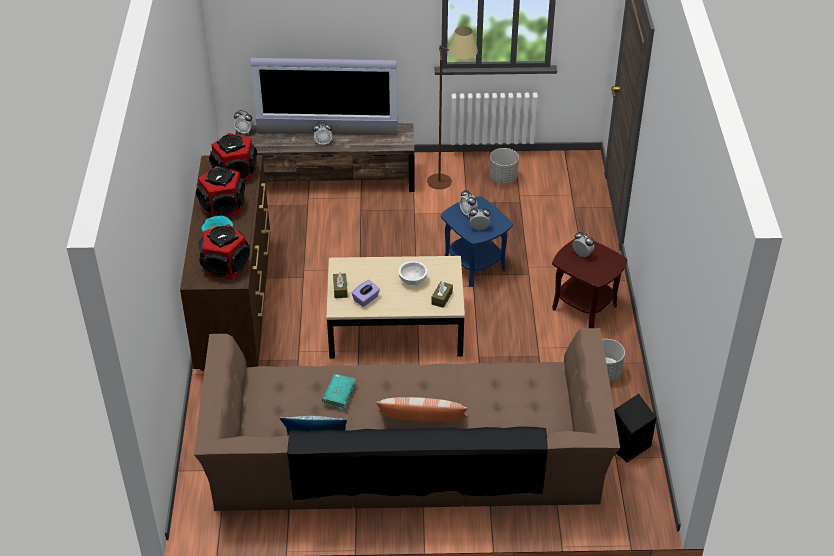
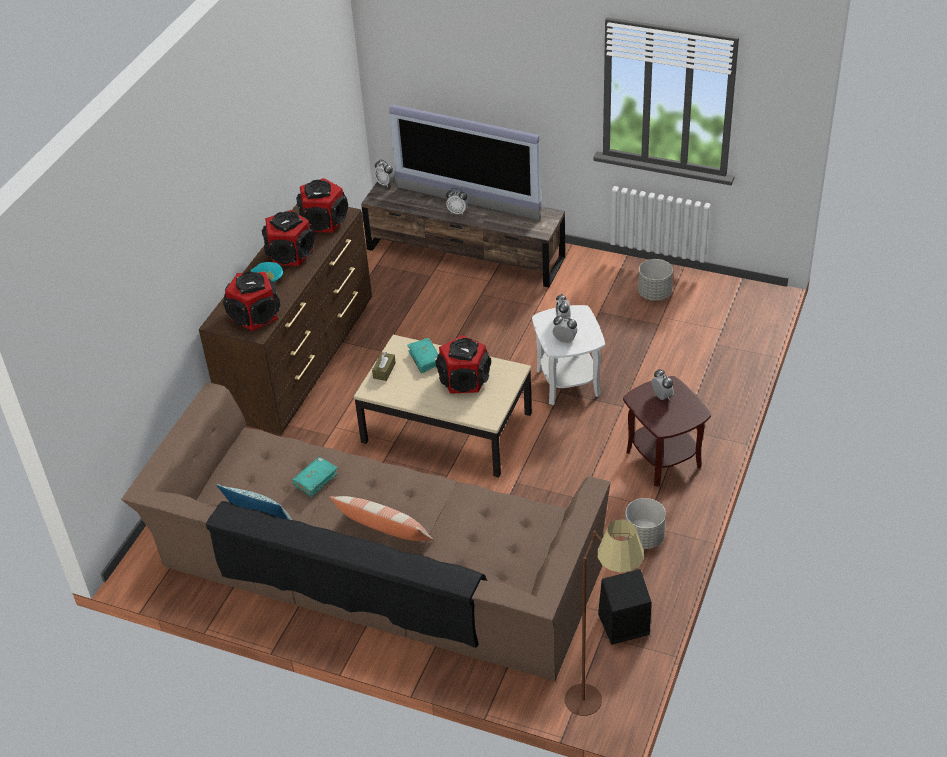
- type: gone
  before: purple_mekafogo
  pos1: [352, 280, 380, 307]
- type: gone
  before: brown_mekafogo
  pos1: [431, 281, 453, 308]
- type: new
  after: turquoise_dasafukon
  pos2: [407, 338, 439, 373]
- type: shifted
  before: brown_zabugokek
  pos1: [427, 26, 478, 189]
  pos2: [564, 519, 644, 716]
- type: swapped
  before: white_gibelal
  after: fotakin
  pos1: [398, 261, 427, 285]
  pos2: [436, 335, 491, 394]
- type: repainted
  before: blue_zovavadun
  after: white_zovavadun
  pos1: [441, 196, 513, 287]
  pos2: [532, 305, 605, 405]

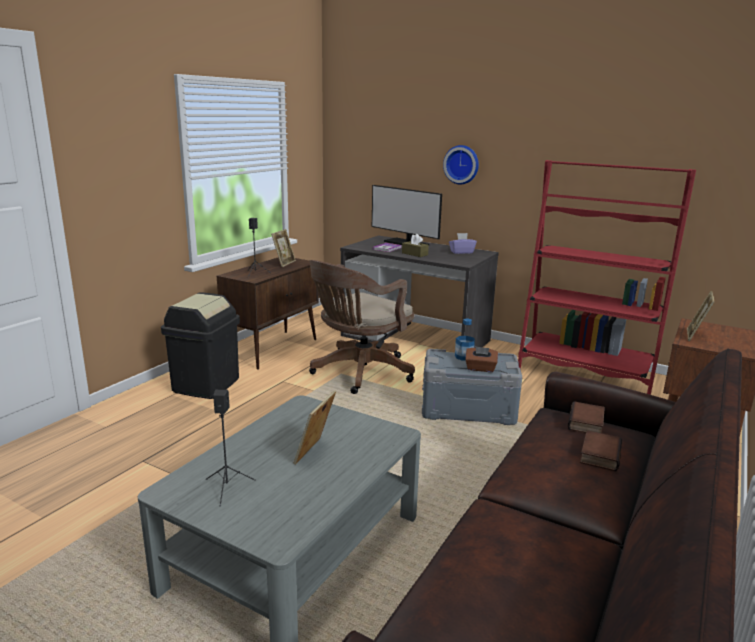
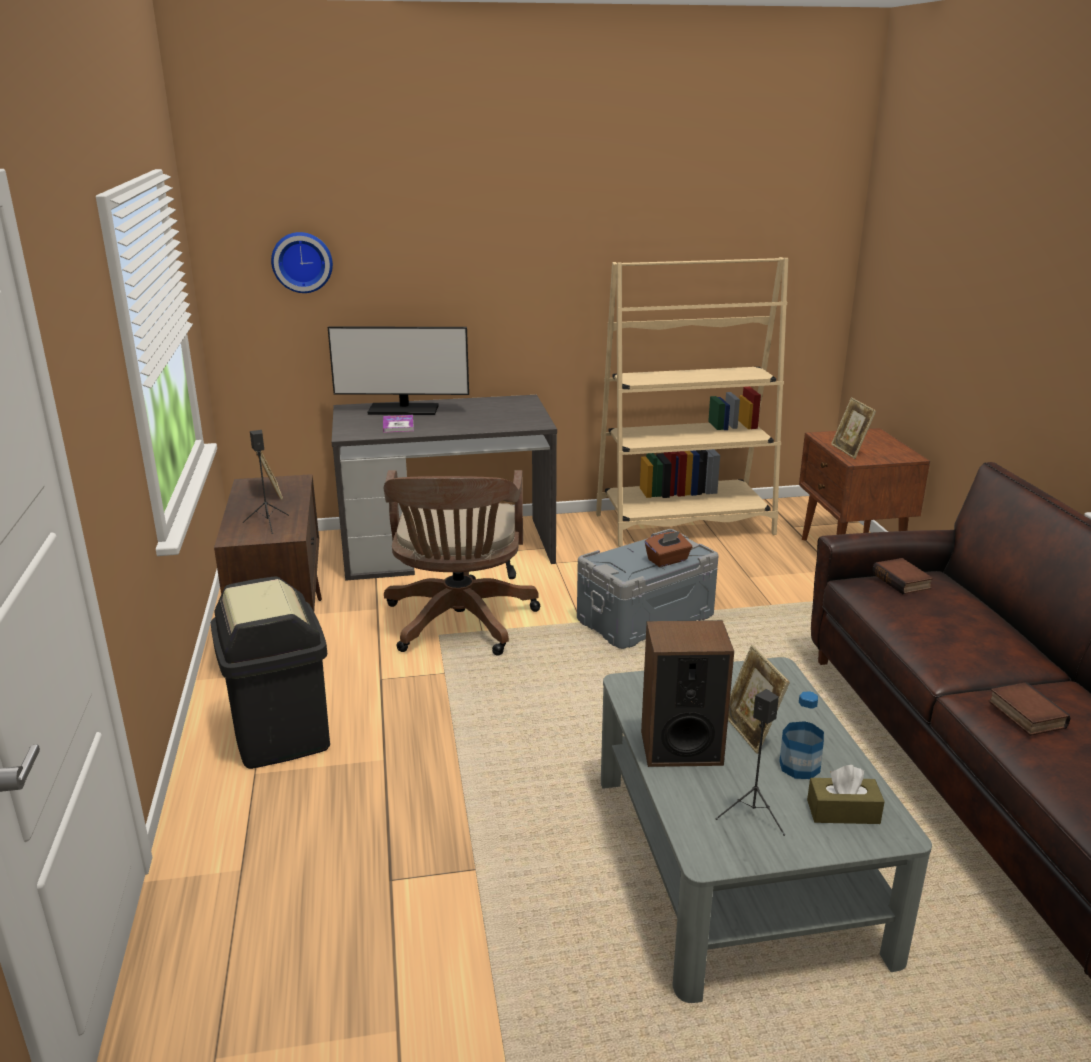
- type: gone
  before: purple_mekafogo
  pos1: [449, 233, 477, 254]
- type: new
  after: fotakin
  pos2: [641, 620, 734, 767]
- type: shifted
  before: brown_mekafogo
  pos1: [402, 234, 429, 257]
  pos2: [807, 765, 885, 824]
- type: shifted
  before: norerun
  pos1: [443, 145, 479, 185]
  pos2: [271, 232, 333, 293]
- type: shifted
  before: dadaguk
  pos1: [455, 319, 475, 361]
  pos2: [779, 691, 824, 779]
- type: shifted
  before: dasafukon
  pos1: [580, 430, 622, 471]
  pos2: [988, 682, 1070, 736]
- type: repainted
  before: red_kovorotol
  after: beige_kovorotol
  pos1: [518, 160, 696, 395]
  pos2: [596, 257, 788, 547]

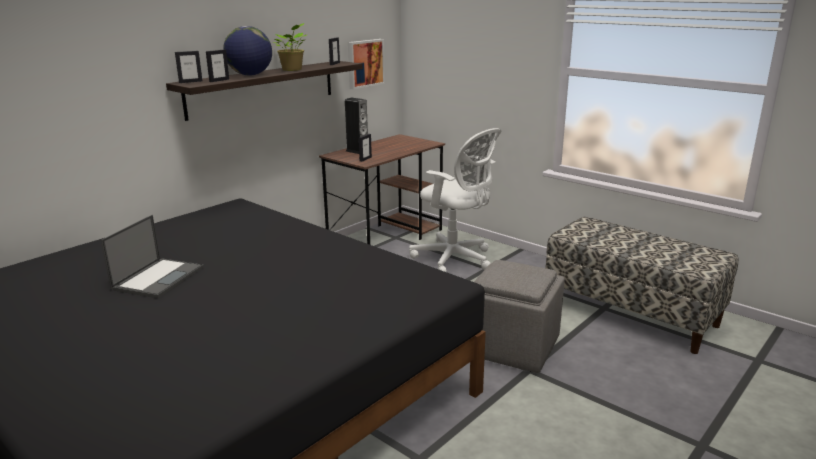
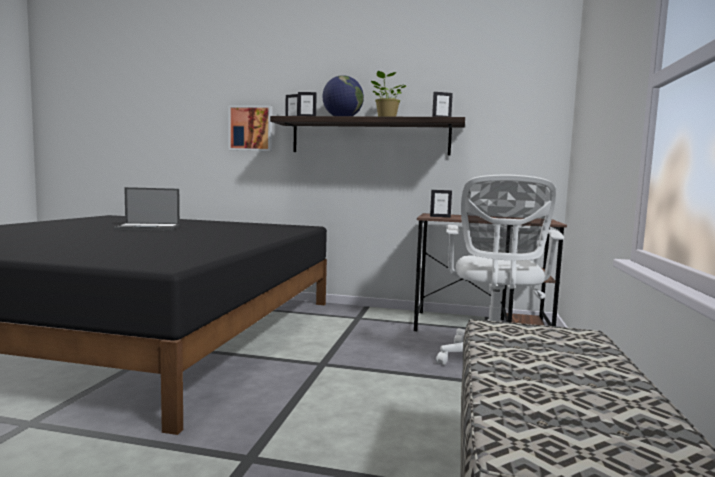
- type: gone
  before: fotakin
  pos1: [345, 98, 368, 154]
- type: gone
  before: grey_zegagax
  pos1: [474, 260, 565, 373]
- type: shifted
  before: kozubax
  pos1: [348, 39, 385, 89]
  pos2: [228, 105, 273, 151]

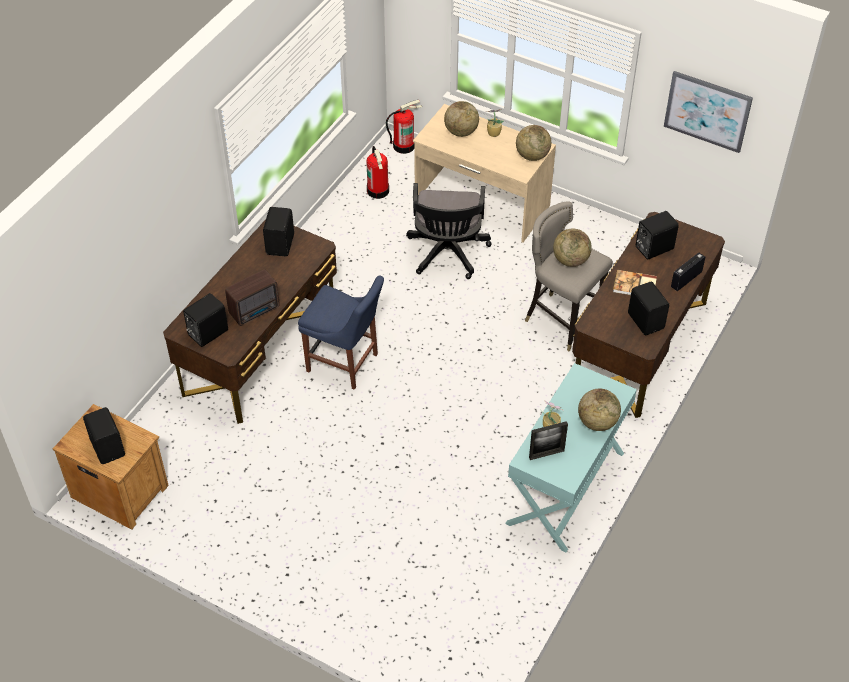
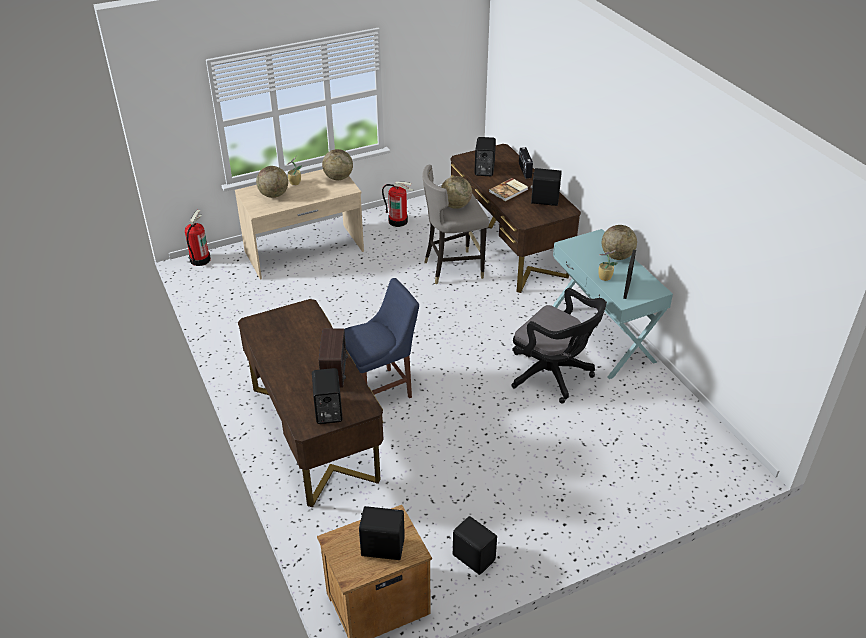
- type: gone
  before: kozubax
  pos1: [664, 71, 753, 153]
- type: shifted
  before: black_fotakin
  pos1: [263, 207, 294, 256]
  pos2: [453, 516, 497, 575]
- type: shifted
  before: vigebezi
  pos1: [366, 146, 389, 199]
  pos2: [382, 182, 414, 227]
- type: shifted
  before: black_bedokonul
  pos1: [406, 183, 492, 279]
  pos2: [511, 288, 606, 403]

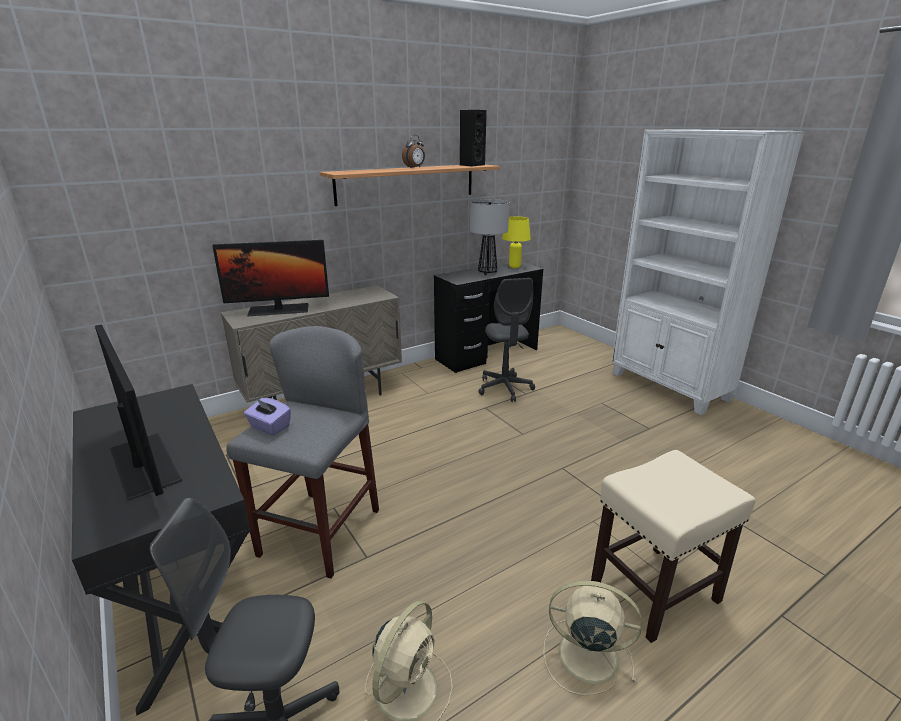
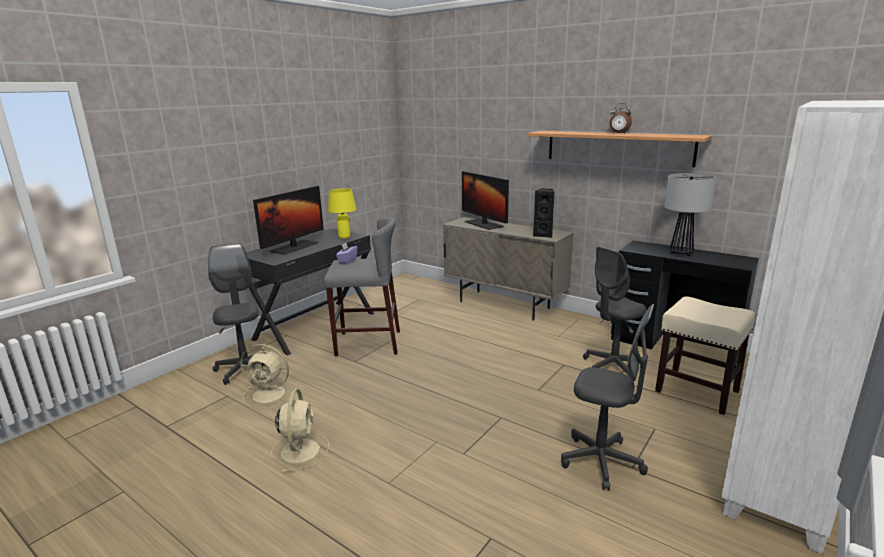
- type: new
  after: grey_bedokonul
  pos2: [561, 304, 654, 491]
- type: shifted
  before: black_fotakin
  pos1: [460, 110, 487, 167]
  pos2: [533, 189, 554, 238]
- type: shifted
  before: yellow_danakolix
  pos1: [502, 217, 531, 268]
  pos2: [328, 189, 356, 239]
- type: shifted
  before: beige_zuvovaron
  pos1: [591, 450, 756, 643]
  pos2: [655, 296, 755, 415]

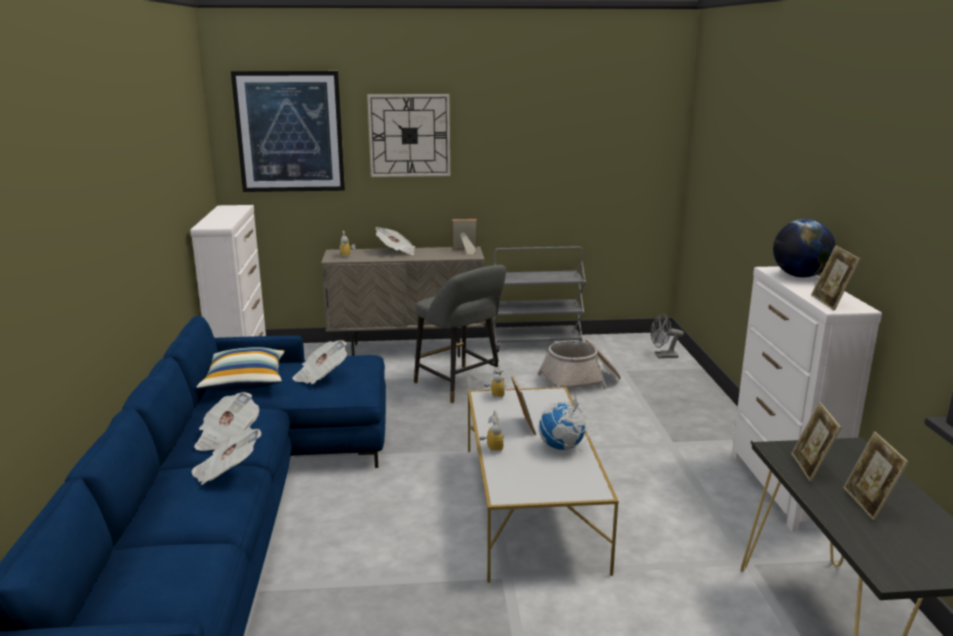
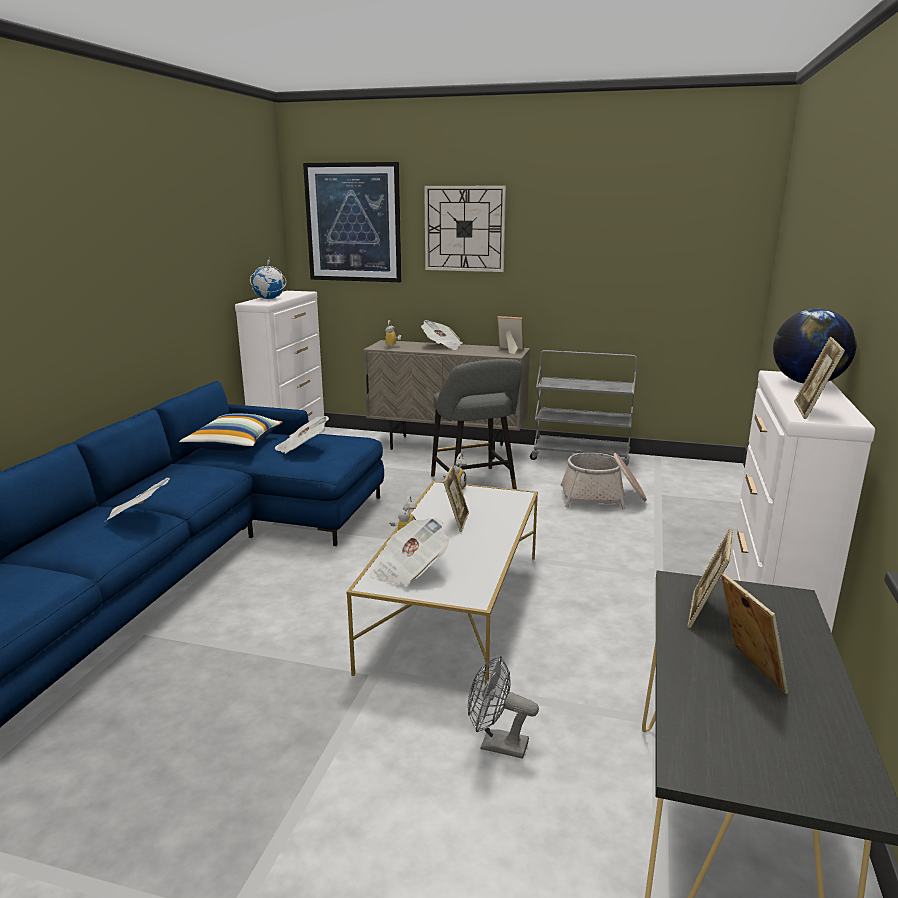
- type: shifted
  before: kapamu
  pos1: [194, 392, 259, 451]
  pos2: [371, 518, 449, 586]
- type: shifted
  before: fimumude
  pos1: [539, 396, 589, 450]
  pos2: [250, 258, 286, 299]
- type: shifted
  before: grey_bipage
  pos1: [651, 313, 684, 358]
  pos2: [468, 655, 539, 759]
- type: rotated
  before: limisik
  pos1: [843, 431, 908, 521]
  pos2: [721, 573, 788, 694]
  turn: 150

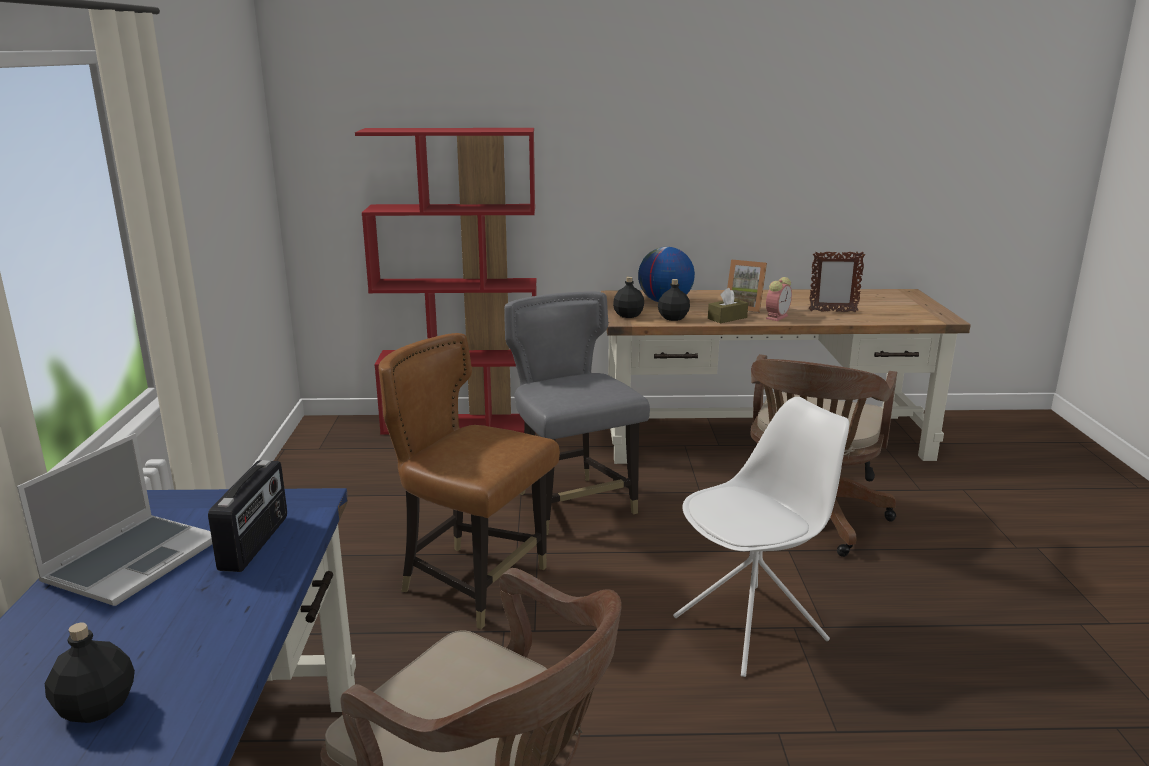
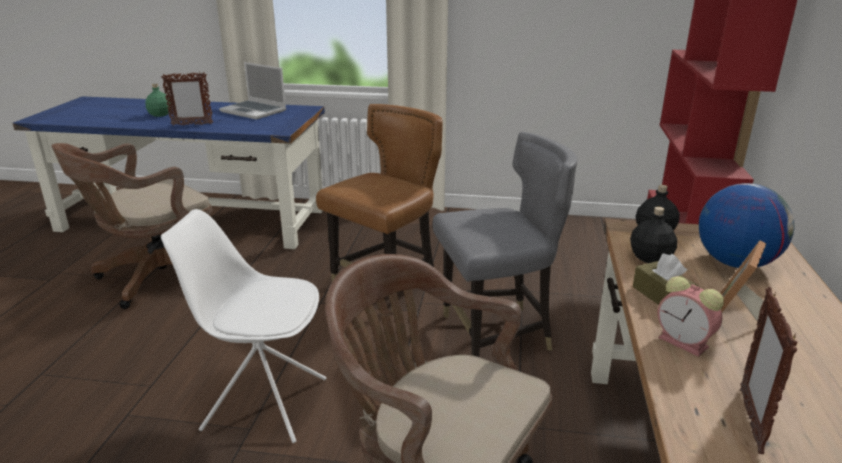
- type: gone
  before: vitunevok
  pos1: [208, 460, 287, 572]
- type: new
  after: limisik
  pos2: [161, 72, 213, 126]
- type: repainted
  before: black_dadaguk
  after: green_dadaguk
  pos1: [45, 622, 135, 723]
  pos2: [145, 83, 171, 117]
- type: rotated
  before: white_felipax
  pos1: [673, 397, 849, 677]
  pos2: [161, 209, 326, 443]
  turn: 120

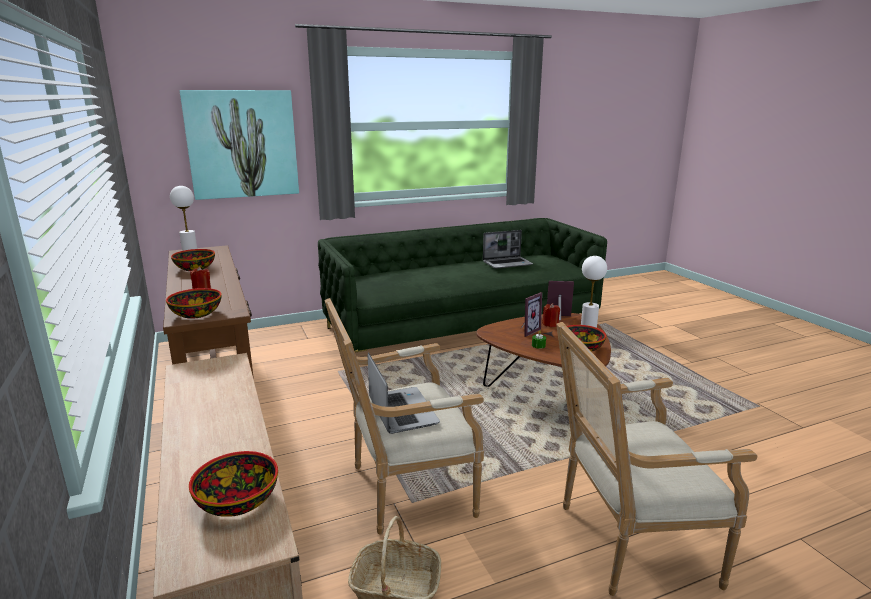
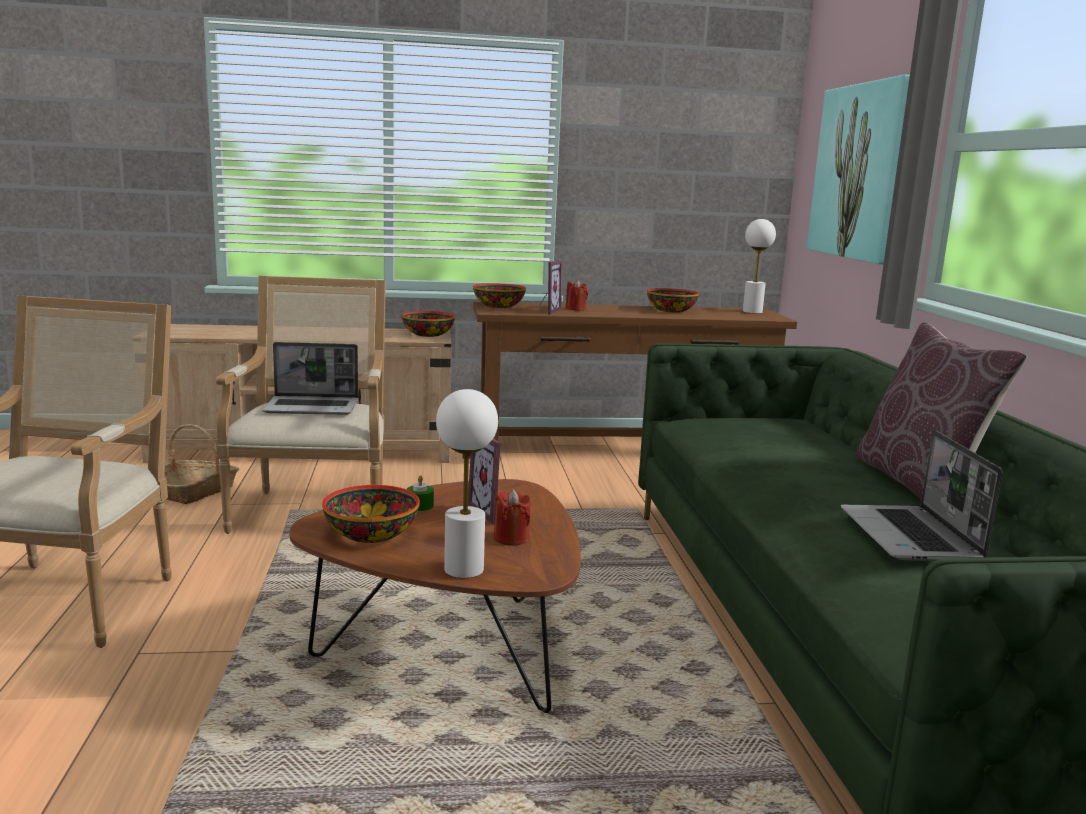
- type: new
  after: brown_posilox
  pos2: [855, 322, 1027, 500]
- type: shifted
  before: gibelal
  pos1: [189, 451, 278, 517]
  pos2: [402, 311, 455, 337]
- type: shifted
  before: limisik
  pos1: [547, 281, 574, 320]
  pos2: [537, 260, 562, 314]

